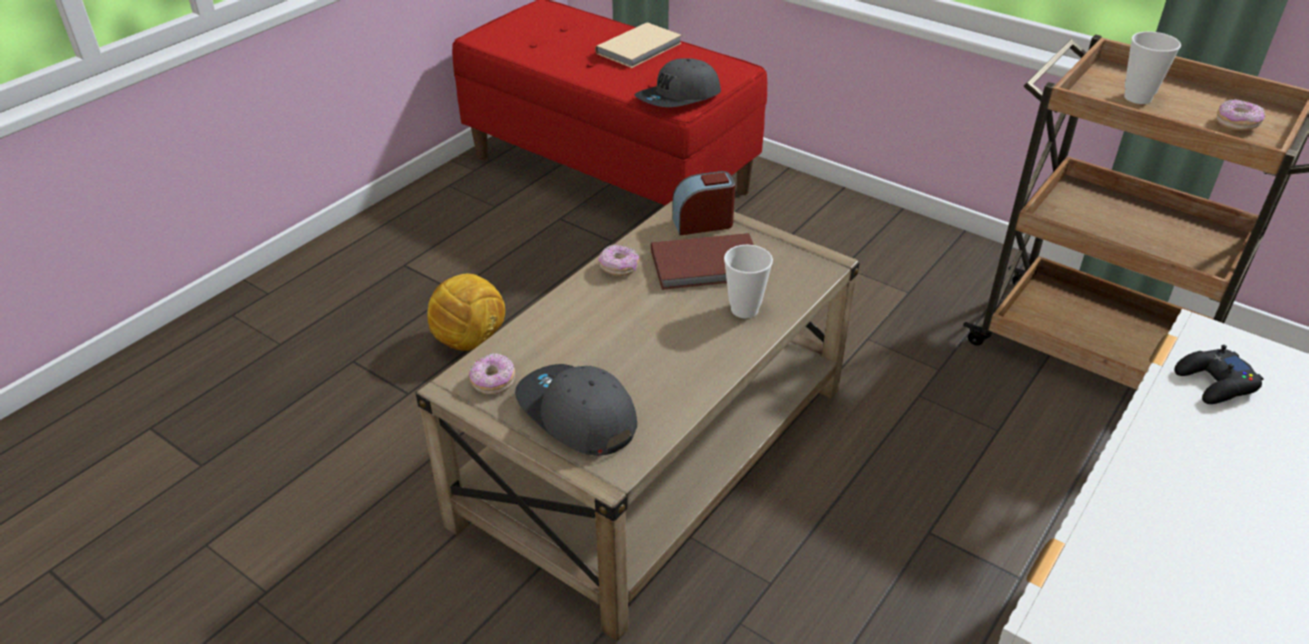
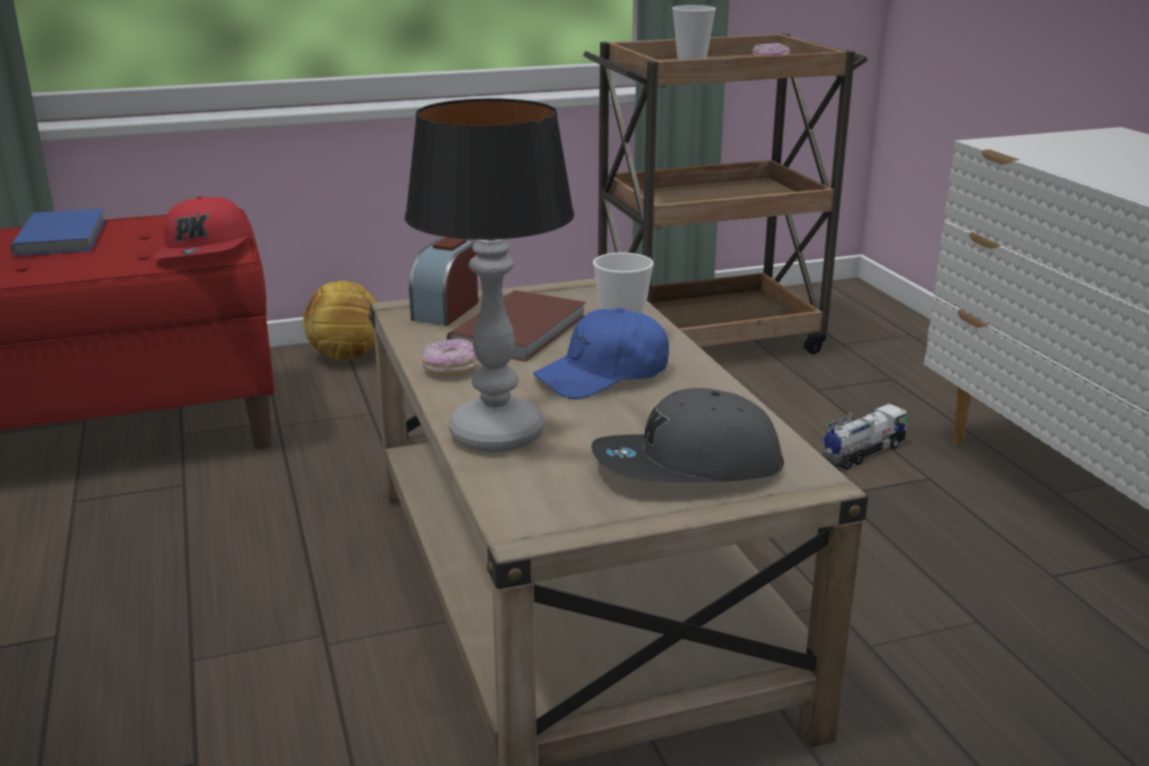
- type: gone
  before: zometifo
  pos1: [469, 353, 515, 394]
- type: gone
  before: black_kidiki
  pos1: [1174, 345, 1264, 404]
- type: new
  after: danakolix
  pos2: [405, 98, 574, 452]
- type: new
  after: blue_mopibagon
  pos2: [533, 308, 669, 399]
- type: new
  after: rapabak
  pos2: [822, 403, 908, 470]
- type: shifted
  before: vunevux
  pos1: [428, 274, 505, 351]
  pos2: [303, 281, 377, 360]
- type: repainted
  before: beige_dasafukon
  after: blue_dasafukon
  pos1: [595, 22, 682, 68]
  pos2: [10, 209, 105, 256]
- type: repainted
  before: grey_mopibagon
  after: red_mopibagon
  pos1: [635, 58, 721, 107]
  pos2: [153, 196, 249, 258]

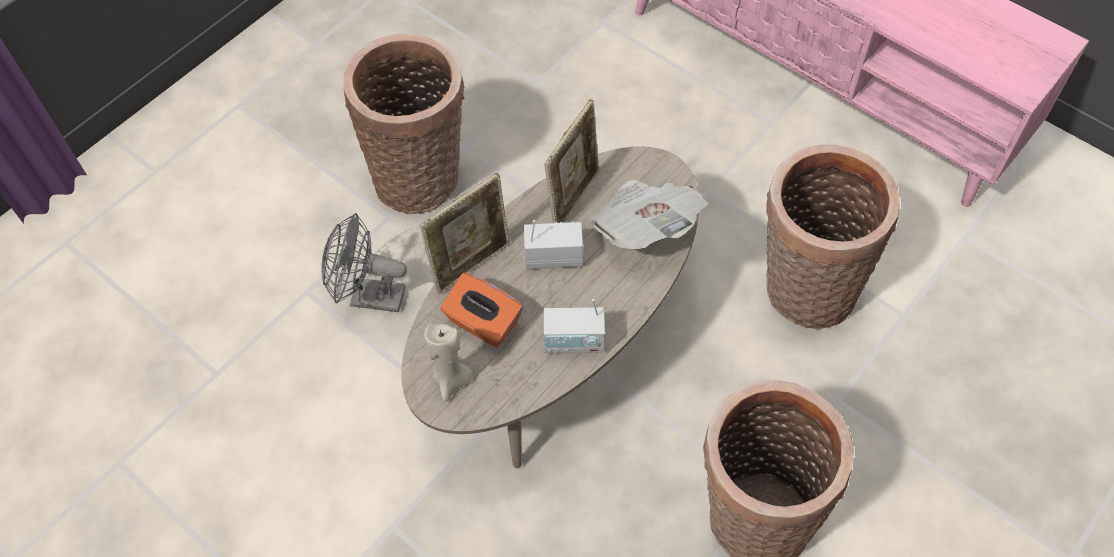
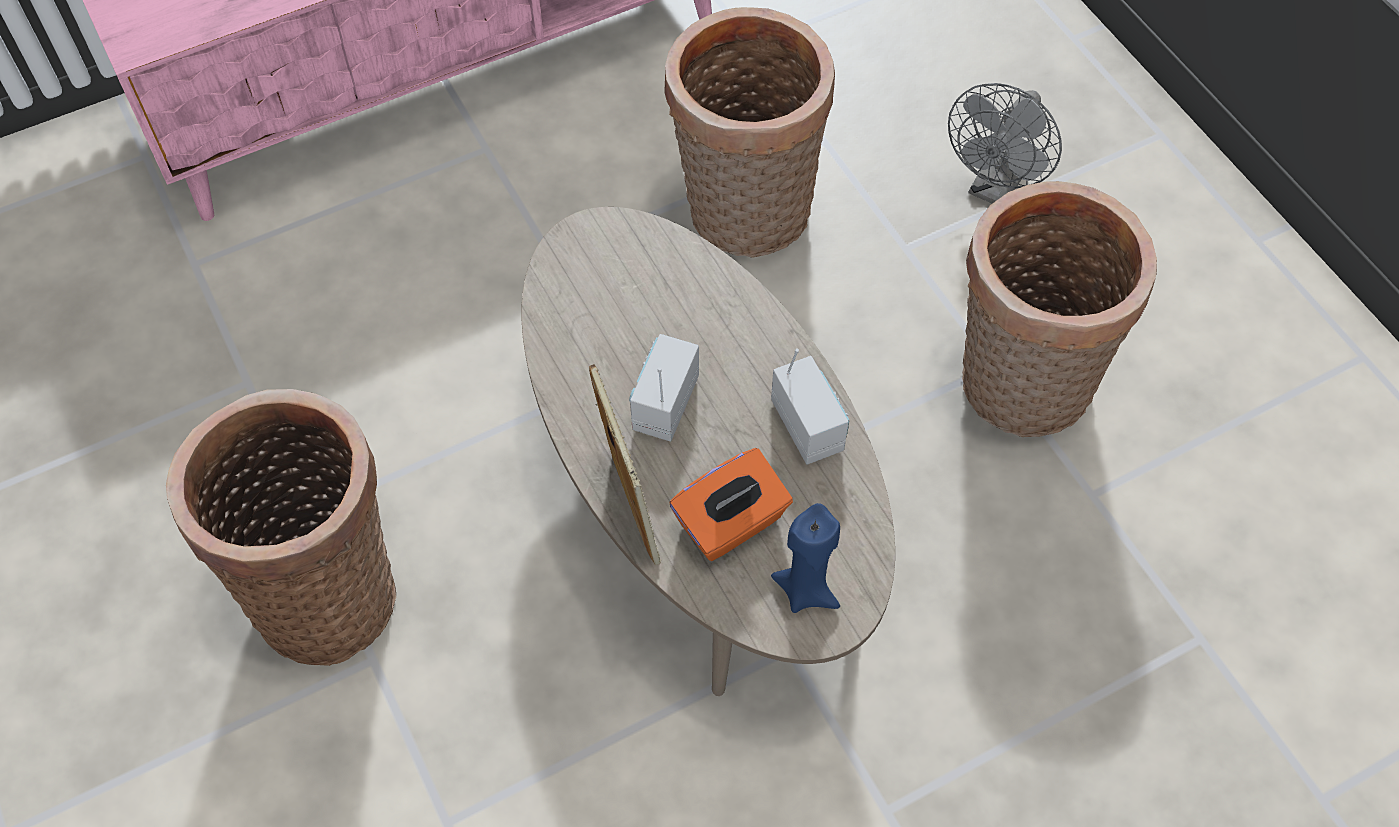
- type: gone
  before: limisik
  pos1: [544, 99, 600, 223]
- type: gone
  before: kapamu
  pos1: [589, 180, 708, 249]
- type: shifted
  before: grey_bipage
  pos1: [321, 213, 407, 312]
  pos2: [948, 83, 1062, 204]
- type: repainted
  before: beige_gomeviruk
  after: blue_gomeviruk
  pos1: [424, 324, 473, 402]
  pos2: [771, 503, 840, 613]
- type: rotated
  before: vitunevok
  pos1: [544, 299, 605, 353]
  pos2: [771, 348, 849, 465]
  turn: -45

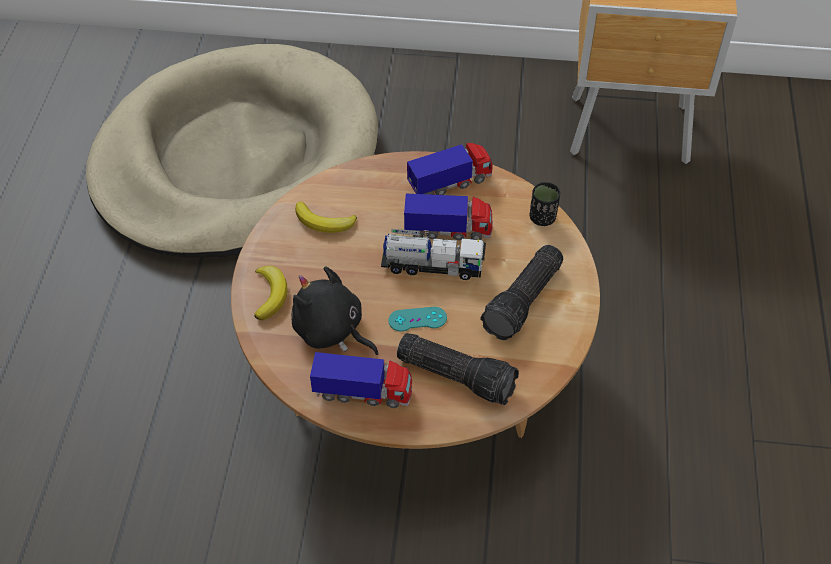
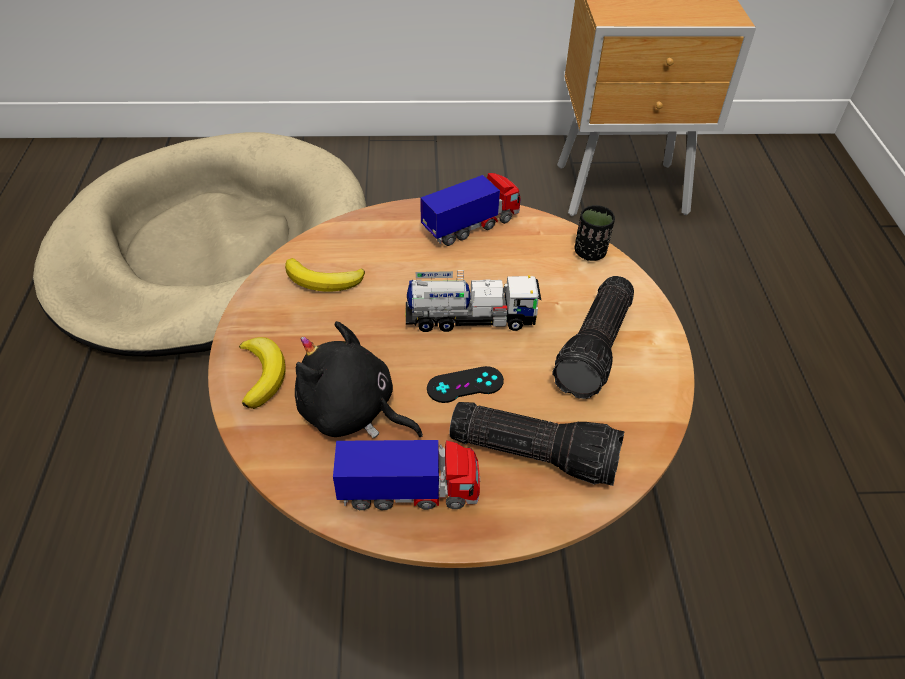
- type: gone
  before: rapabak
  pos1: [404, 194, 493, 240]
- type: repainted
  before: turquoise_kidiki
  after: black_kidiki
  pos1: [388, 307, 447, 332]
  pos2: [427, 366, 504, 403]

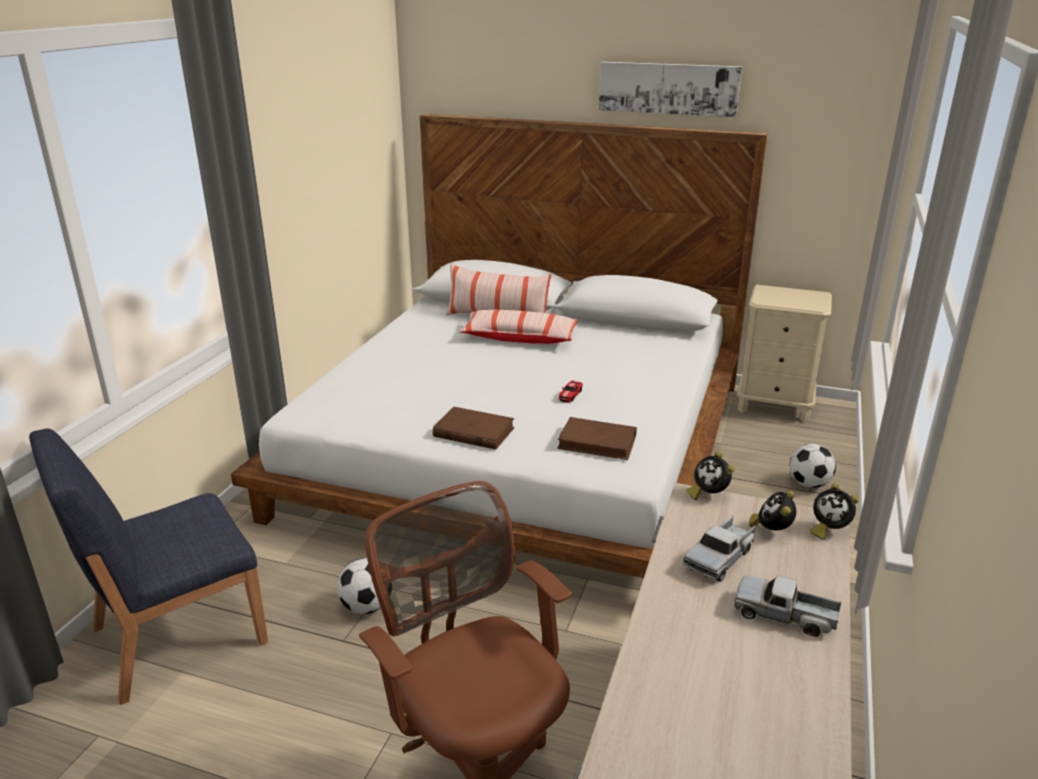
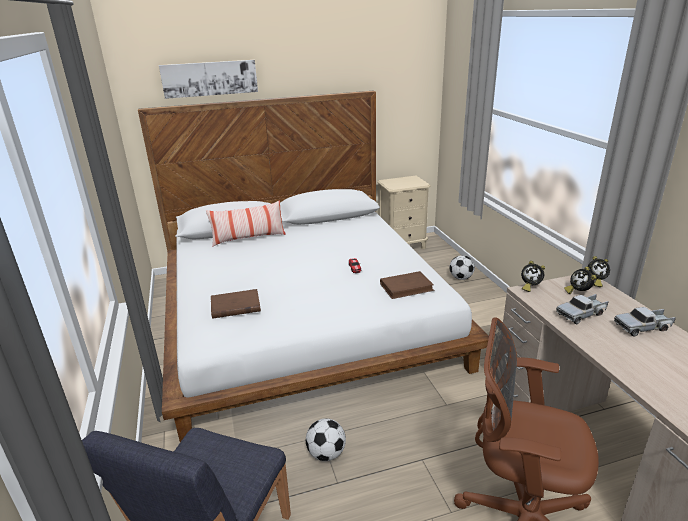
- type: gone
  before: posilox
  pos1: [459, 310, 578, 344]
- type: shifted
  before: brown_dasafukon
  pos1: [433, 407, 514, 450]
  pos2: [211, 289, 261, 319]
- type: shifted
  before: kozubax
  pos1: [599, 62, 742, 117]
  pos2: [159, 60, 258, 99]
- type: rotated
  before: rapabak
  pos1: [683, 516, 756, 582]
  pos2: [556, 294, 609, 324]
  turn: 60

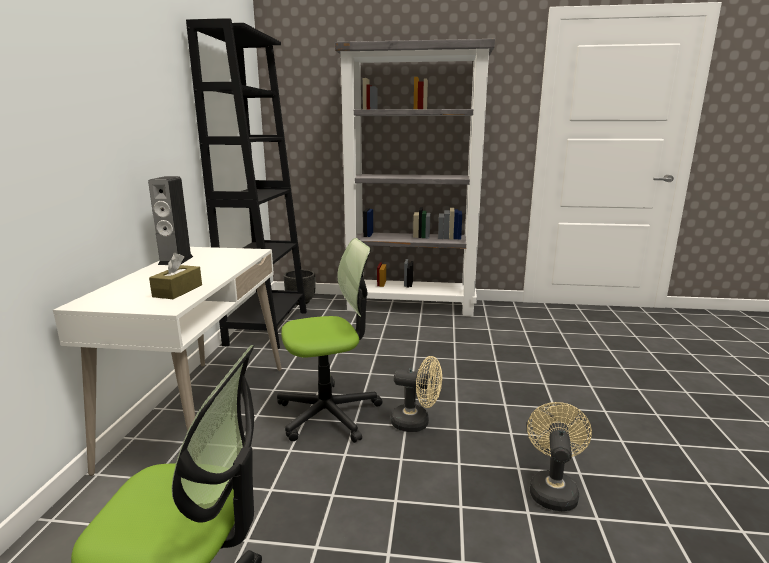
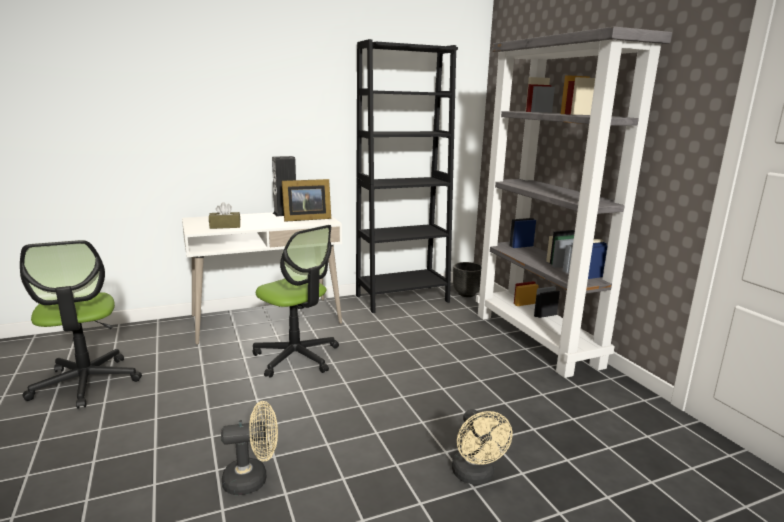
- type: new
  after: limisik
  pos2: [282, 179, 331, 222]
- type: shifted
  before: beige_bipage
  pos1: [391, 356, 442, 432]
  pos2: [452, 409, 513, 484]

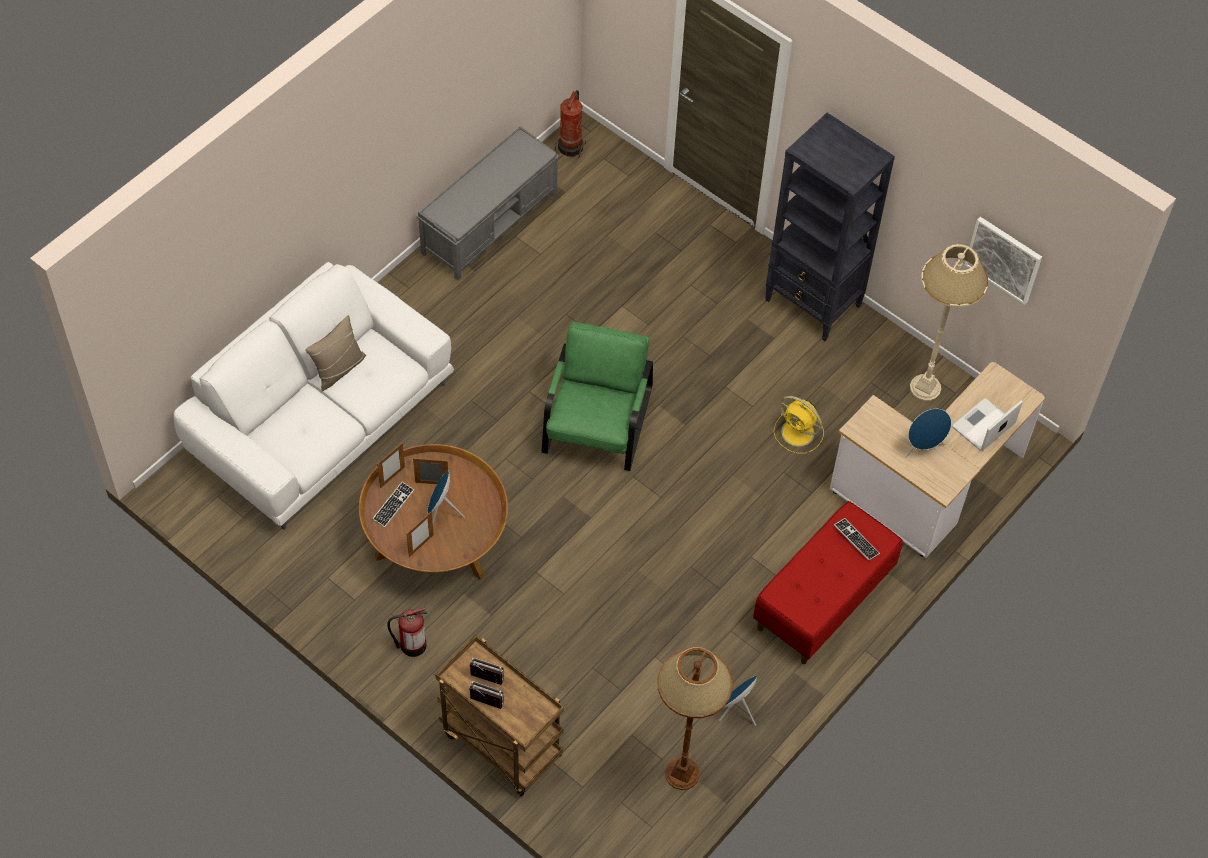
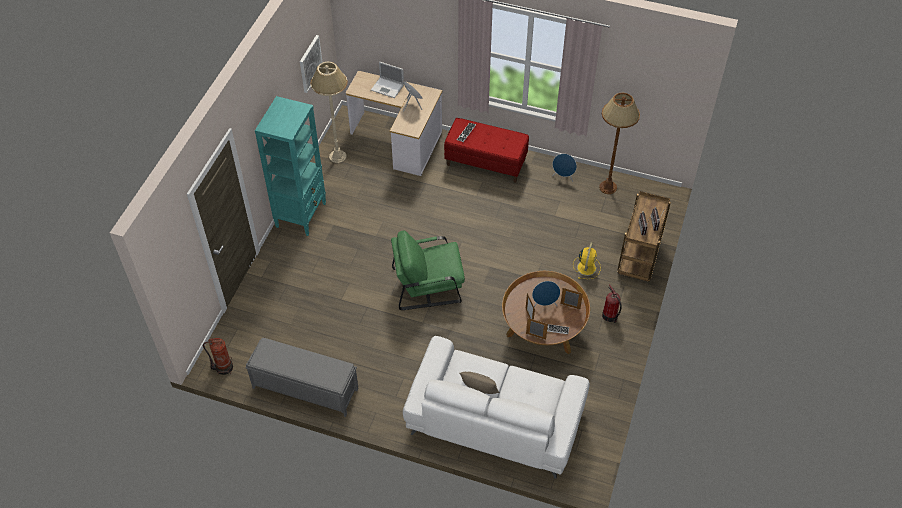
- type: shifted
  before: yellow_bipage
  pos1: [774, 396, 824, 454]
  pos2: [573, 242, 601, 279]
- type: repainted
  before: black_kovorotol
  after: turquoise_kovorotol
  pos1: [765, 113, 895, 341]
  pos2: [255, 96, 326, 236]

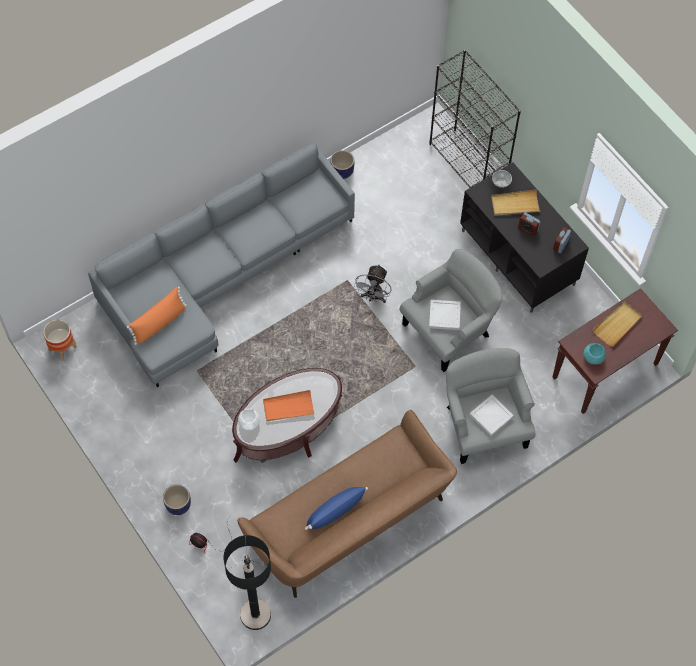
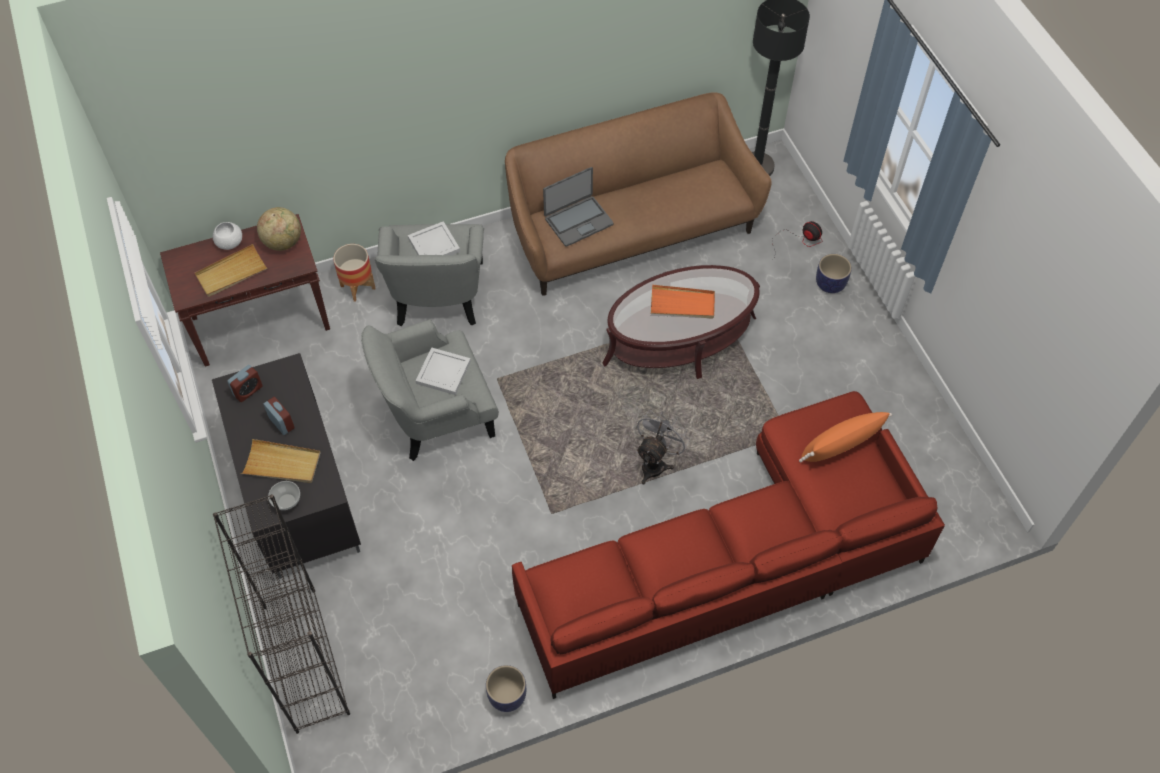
- type: gone
  before: blue_posilox
  pos1: [305, 487, 368, 530]
- type: new
  after: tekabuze
  pos2: [543, 167, 613, 247]
- type: shifted
  before: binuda
  pos1: [43, 320, 77, 361]
  pos2: [333, 244, 375, 302]
- type: shifted
  before: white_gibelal
  pos1: [238, 408, 260, 430]
  pos2: [213, 222, 242, 250]
- type: shifted
  before: grey_bipage
  pos1: [354, 265, 392, 303]
  pos2: [636, 410, 690, 484]
- type: swapped
  before: turquoise_gibelal
  after: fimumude
  pos1: [584, 343, 606, 365]
  pos2: [257, 207, 301, 251]
- type: repainted
  before: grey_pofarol
  after: red_pofarol
  pos1: [88, 142, 355, 387]
  pos2: [512, 391, 945, 699]

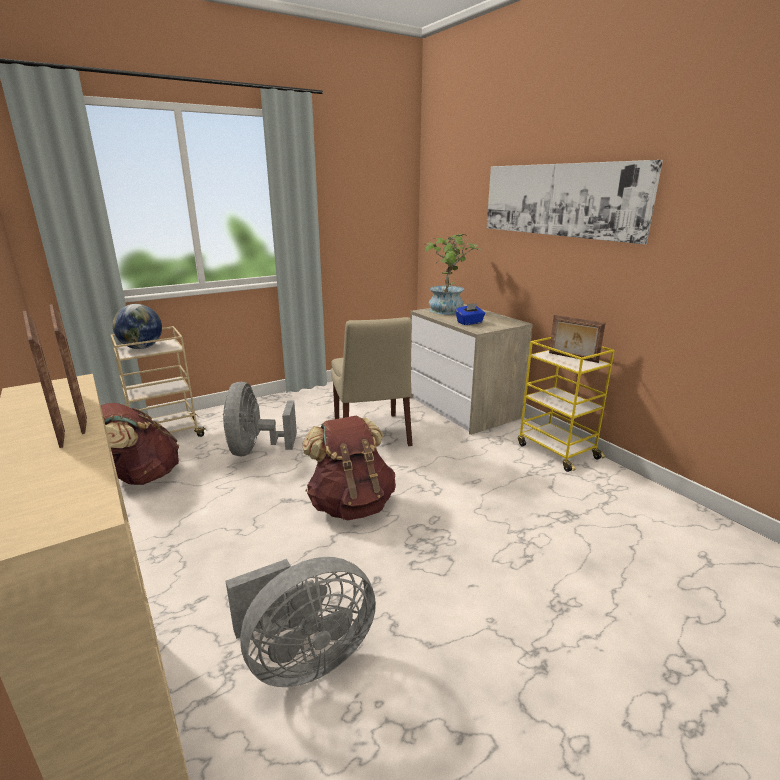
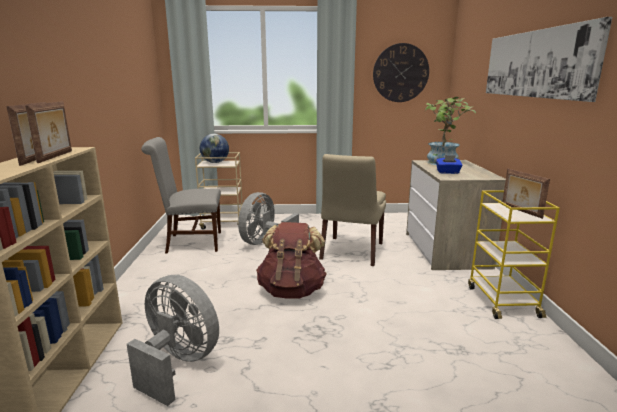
- type: new
  after: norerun
  pos2: [373, 43, 429, 102]
- type: swapped
  before: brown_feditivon
  after: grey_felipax
  pos1: [101, 403, 179, 485]
  pos2: [141, 137, 221, 254]
- type: rotated
  before: grey_bipage
  pos1: [226, 557, 376, 687]
  pos2: [127, 275, 219, 406]
  turn: -150

